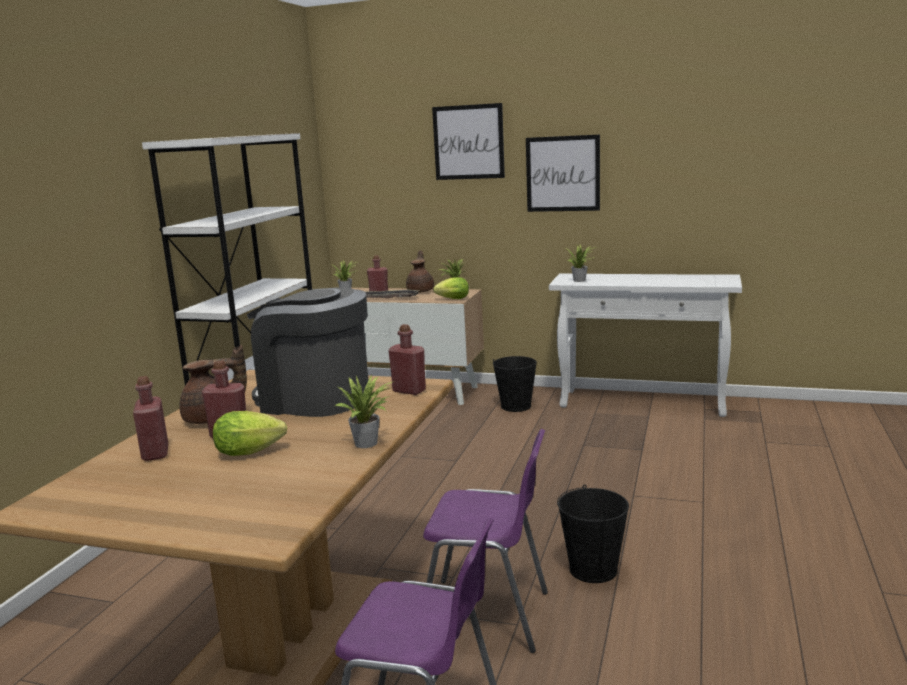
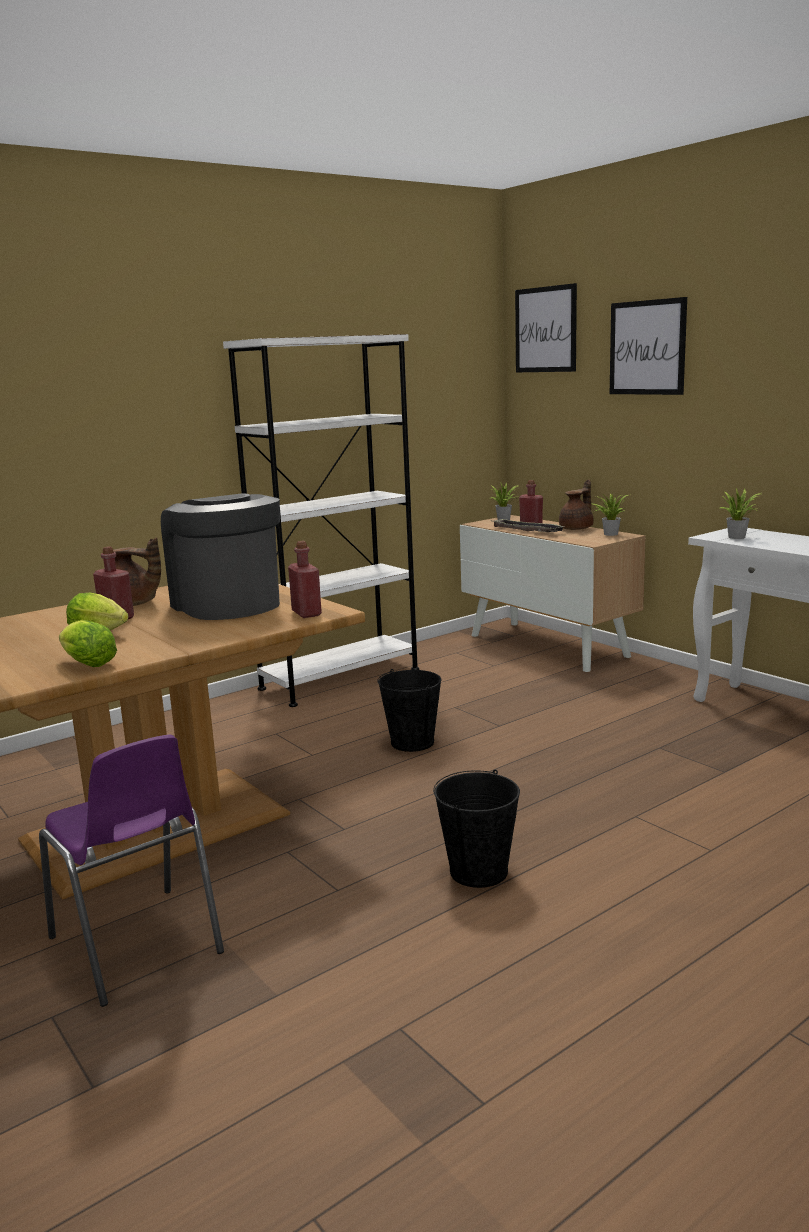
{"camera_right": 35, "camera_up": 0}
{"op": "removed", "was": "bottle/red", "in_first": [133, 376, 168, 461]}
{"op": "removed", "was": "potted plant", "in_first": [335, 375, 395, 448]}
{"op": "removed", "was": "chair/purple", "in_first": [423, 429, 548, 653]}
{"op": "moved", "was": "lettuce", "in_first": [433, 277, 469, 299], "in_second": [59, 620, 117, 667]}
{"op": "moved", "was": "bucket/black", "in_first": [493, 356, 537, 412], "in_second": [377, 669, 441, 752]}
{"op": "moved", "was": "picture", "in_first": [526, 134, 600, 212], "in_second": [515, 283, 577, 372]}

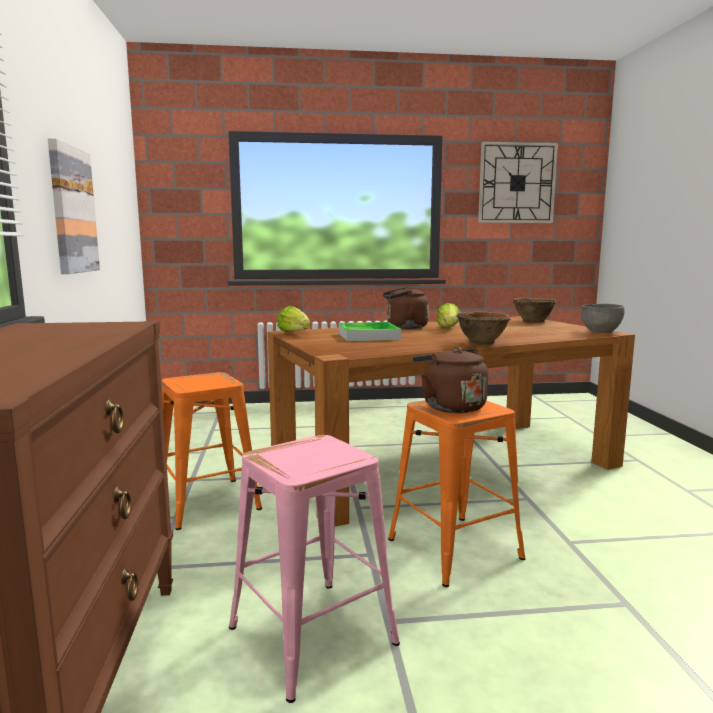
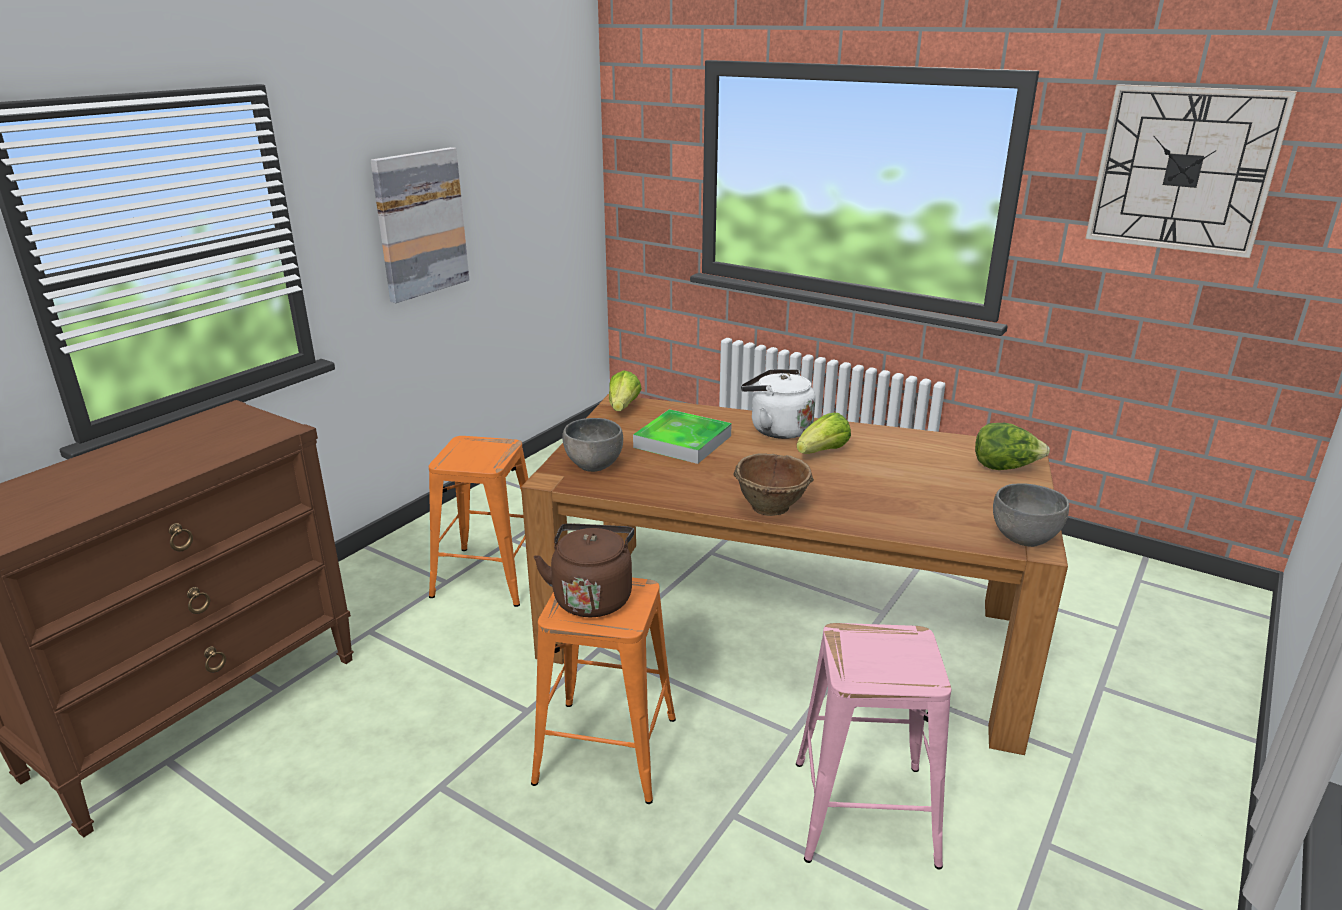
{"camera_right": 40, "camera_up": 15}
{"op": "moved", "was": "stool/pink", "in_first": [229, 435, 400, 703], "in_second": [796, 623, 951, 870]}
{"op": "recoloured", "was": "kettle/brown", "now": "kettle/white", "in_first": [383, 286, 429, 329], "in_second": [741, 369, 815, 439]}
{"op": "replaced", "was": "bowl/brown", "now": "lettuce", "in_first": [513, 298, 556, 323], "in_second": [975, 423, 1050, 470]}
{"op": "added", "now": "bowl/grey", "in_second": [562, 418, 623, 472]}

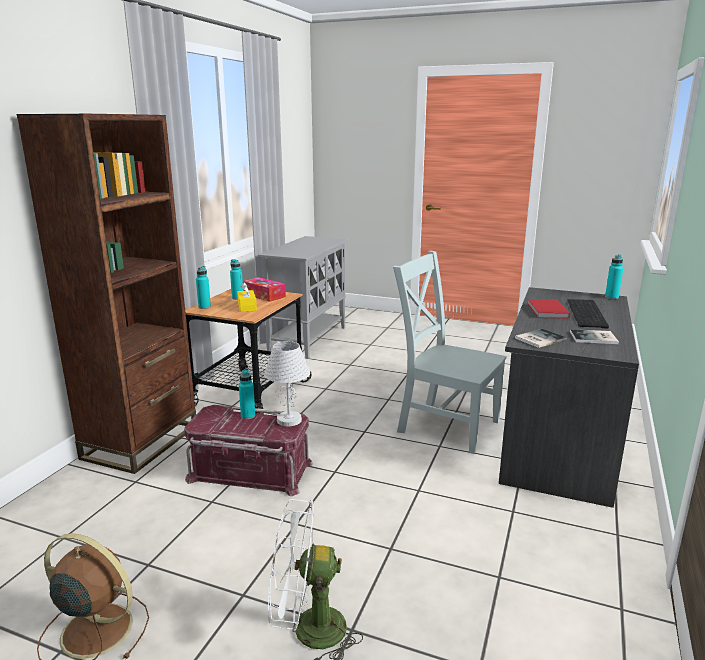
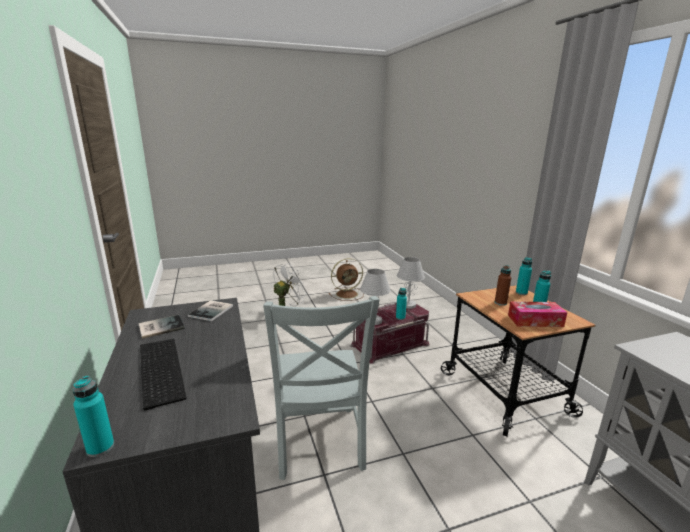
{"camera_right": 140, "camera_up": 0}
{"op": "removed", "was": "bookcase/brown", "in_first": [17, 113, 196, 474]}
{"op": "replaced", "was": "tissue box/yellow", "now": "bottle/brown", "in_first": [237, 282, 257, 312], "in_second": [495, 265, 511, 306]}
{"op": "turned", "was": "chair/grey", "in_first": [393, 251, 507, 454], "in_second": [263, 296, 380, 480], "clockwise": 90}
{"op": "removed", "was": "book/red", "in_first": [527, 299, 570, 319]}
{"op": "added", "now": "table lamp/white", "in_second": [397, 257, 425, 309]}

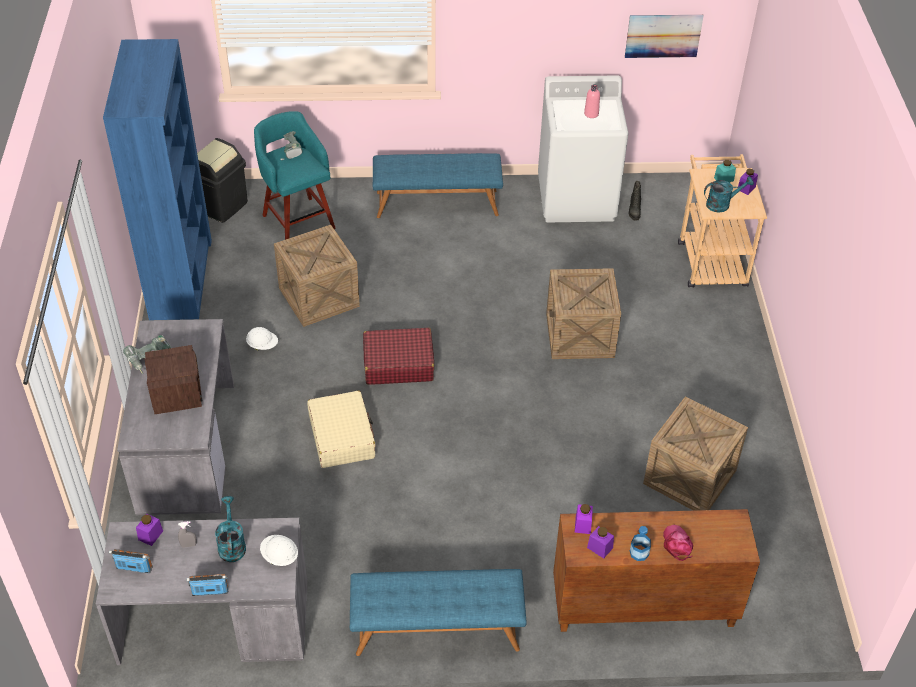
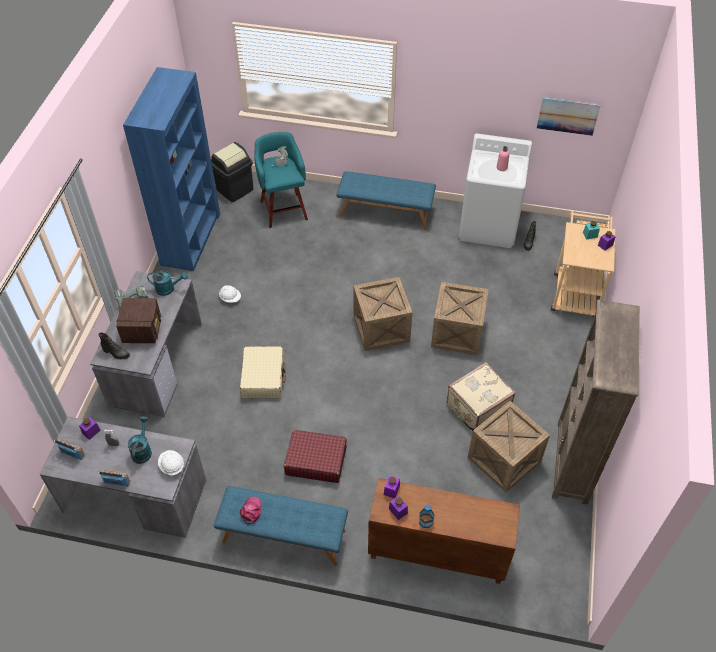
{"camera_right": 15, "camera_up": 5}
{"op": "moved", "was": "crate", "in_first": [274, 225, 360, 327], "in_second": [353, 277, 413, 351]}
{"op": "moved", "was": "suitcase/red", "in_first": [363, 328, 434, 385], "in_second": [284, 430, 347, 483]}
{"op": "moved", "was": "cap/pink", "in_first": [663, 525, 693, 561], "in_second": [240, 497, 261, 525]}
{"op": "moved", "was": "watering can/turquoise", "in_first": [704, 176, 754, 213], "in_second": [147, 271, 188, 296]}
{"op": "added", "now": "boot/black", "in_second": [98, 333, 130, 359]}
{"op": "added", "now": "suitcase/beige", "in_second": [446, 362, 516, 433]}
{"op": "added", "now": "bookcase/brown", "in_second": [552, 300, 640, 504]}

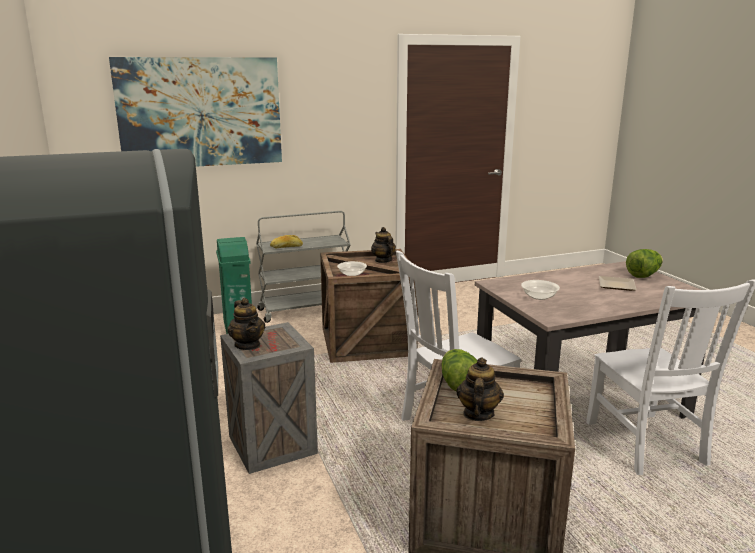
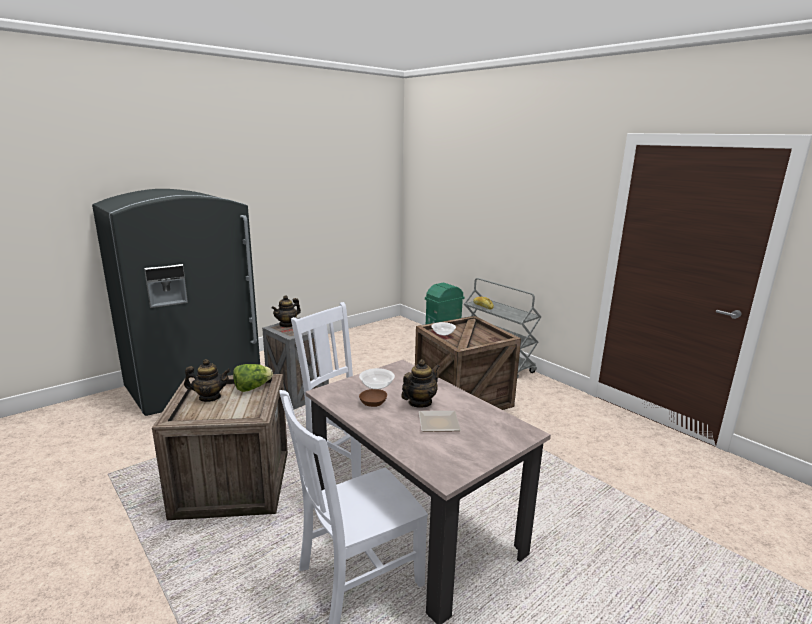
{"camera_right": 70, "camera_up": 0}
{"op": "removed", "was": "picture", "in_first": [109, 57, 282, 167]}
{"op": "moved", "was": "teapot", "in_first": [371, 227, 396, 263], "in_second": [401, 359, 440, 408]}
{"op": "removed", "was": "lettuce", "in_first": [626, 249, 663, 278]}
{"op": "added", "now": "bowl/brown", "in_second": [359, 389, 387, 407]}

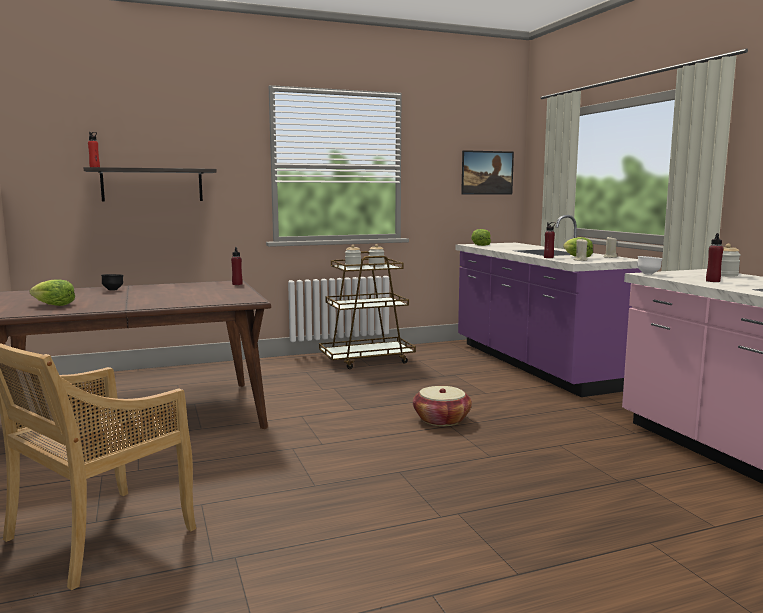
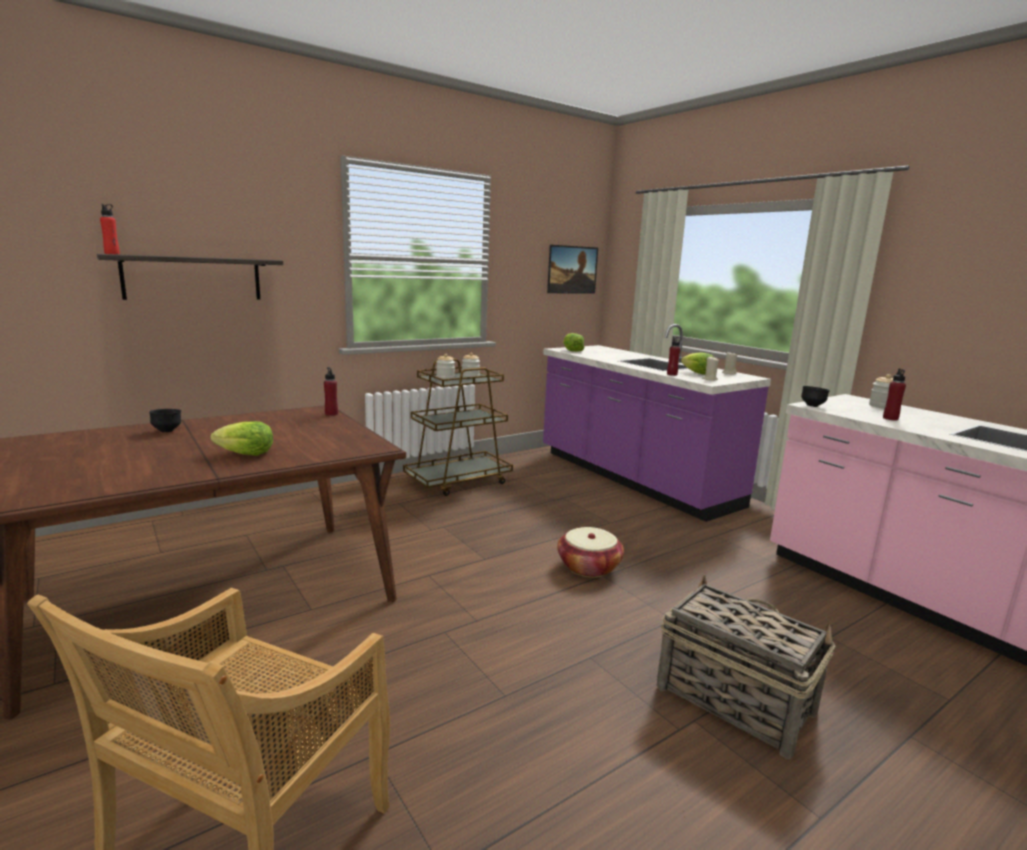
{"camera_right": -15, "camera_up": 5}
{"op": "moved", "was": "lettuce", "in_first": [30, 279, 75, 306], "in_second": [210, 421, 273, 456]}
{"op": "recoloured", "was": "bowl/white", "now": "bowl/black", "in_first": [637, 256, 663, 275], "in_second": [801, 386, 830, 407]}
{"op": "added", "now": "basket", "in_second": [657, 575, 835, 759]}

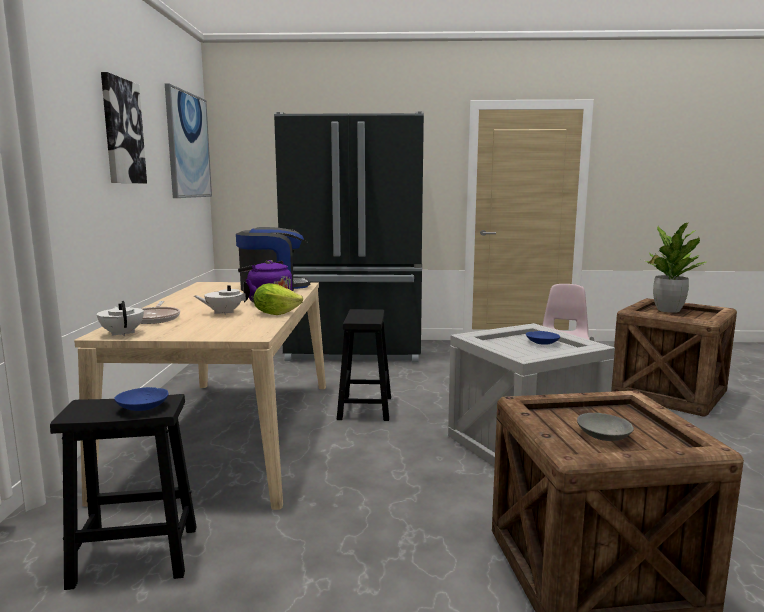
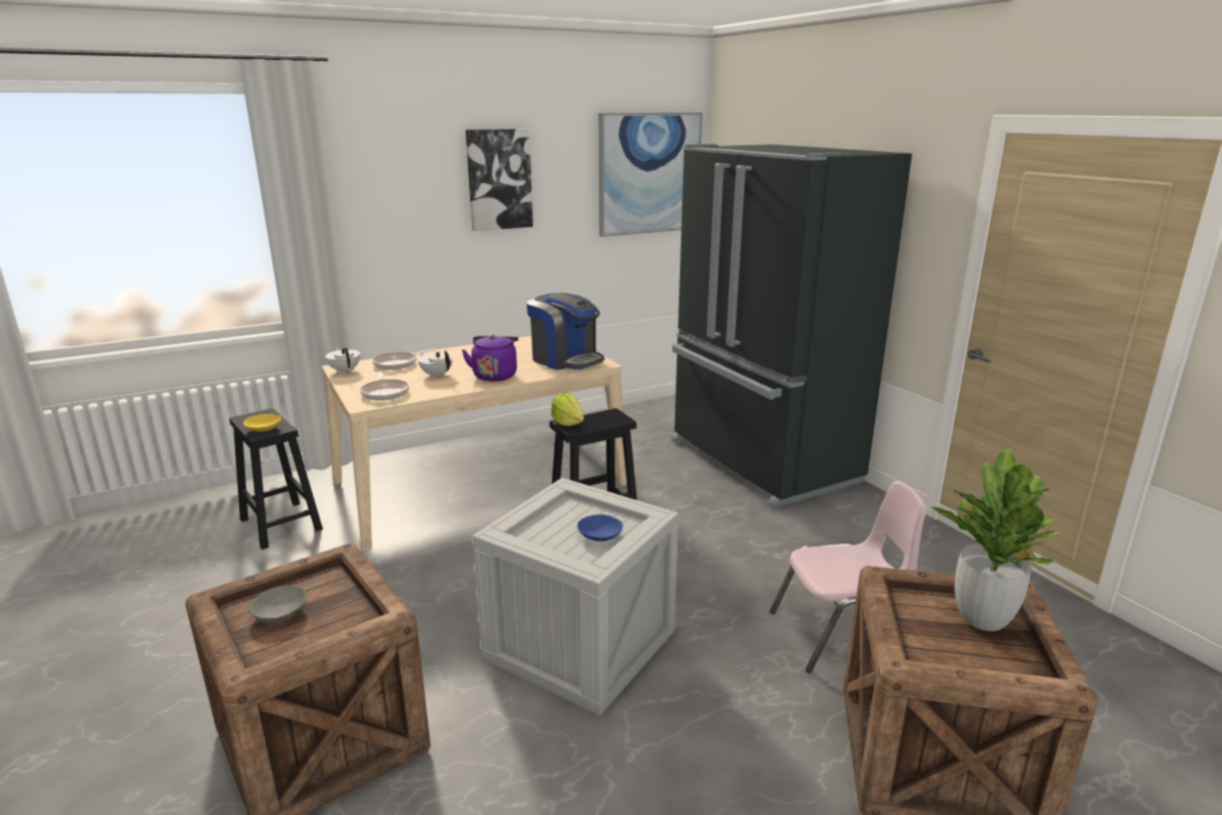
{"camera_right": 60, "camera_up": 10}
{"op": "turned", "was": "teapot/white", "in_first": [97, 301, 144, 336], "in_second": [325, 348, 360, 373], "clockwise": -60}
{"op": "recoloured", "was": "bowl/blue", "now": "bowl/yellow", "in_first": [114, 387, 168, 411], "in_second": [243, 414, 281, 432]}
{"op": "moved", "was": "lettuce", "in_first": [254, 283, 303, 315], "in_second": [551, 393, 584, 426]}
{"op": "added", "now": "frying pan", "in_second": [360, 371, 409, 401]}

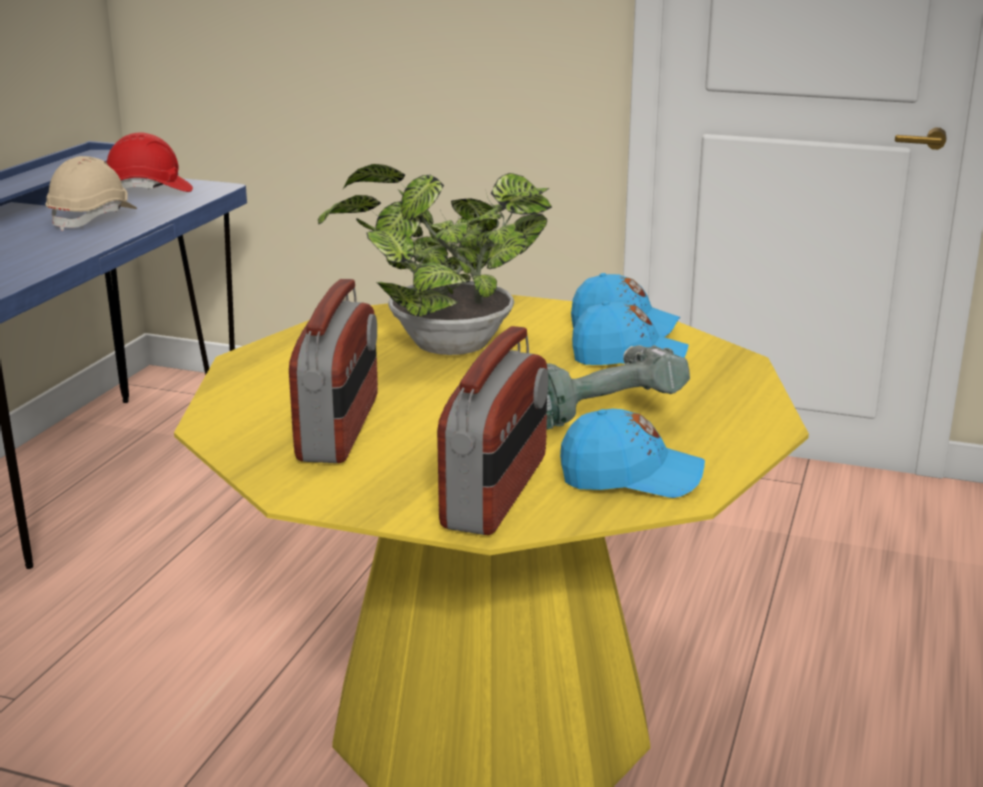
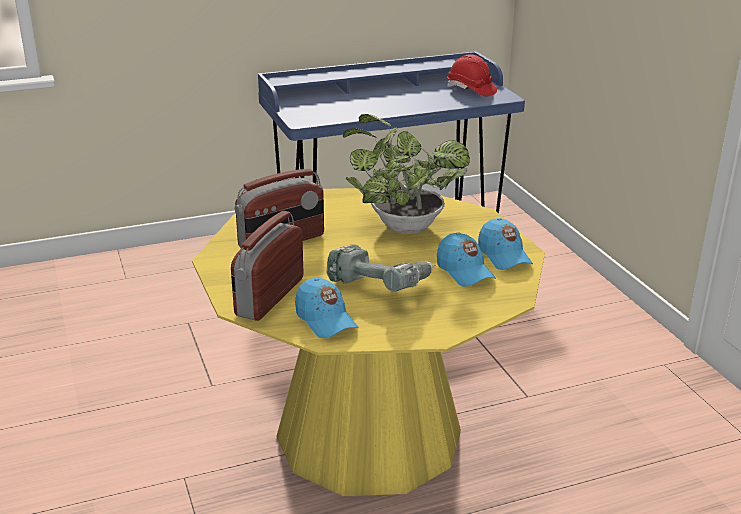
{"camera_right": 50, "camera_up": 5}
{"op": "removed", "was": "hard hat/beige", "in_first": [45, 156, 137, 231]}
{"op": "turned", "was": "radio", "in_first": [437, 326, 549, 535], "in_second": [231, 211, 304, 321], "clockwise": 135}

